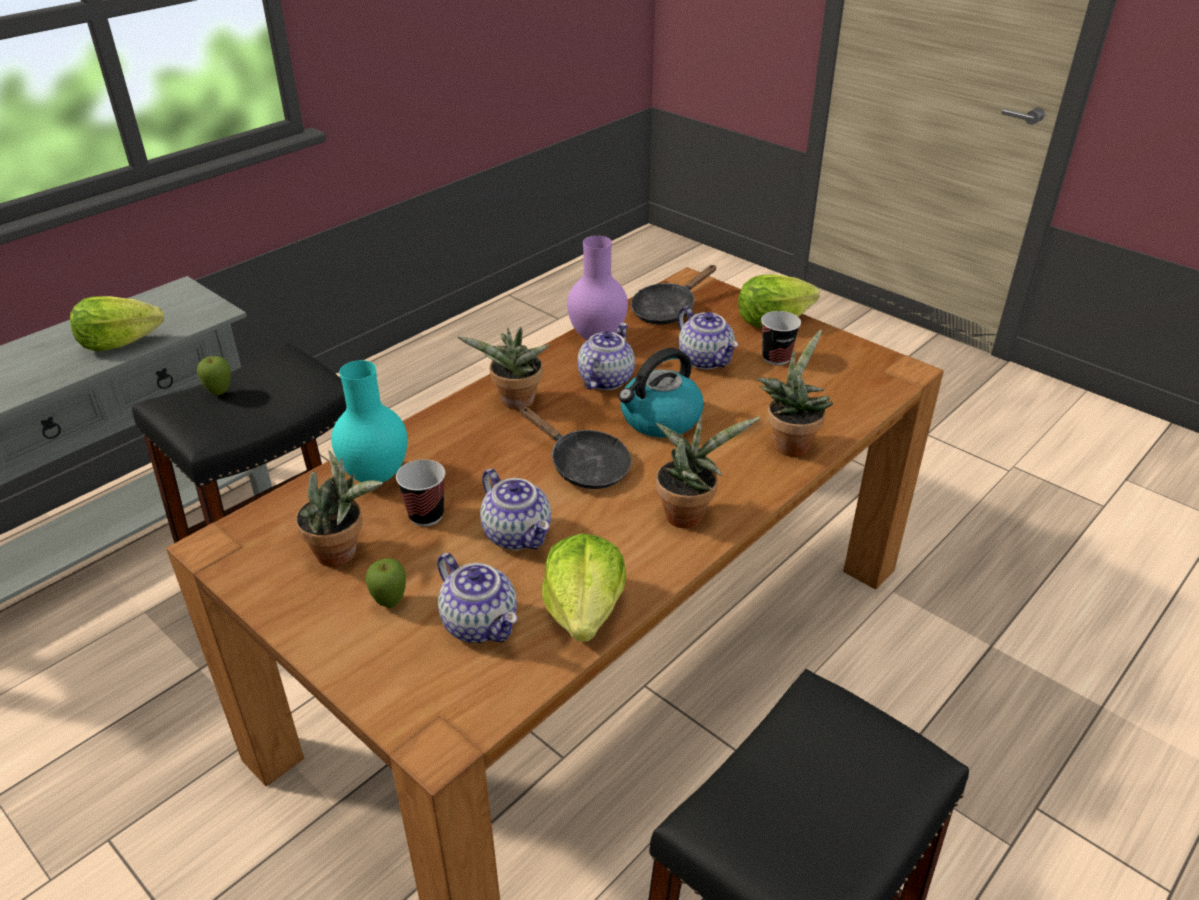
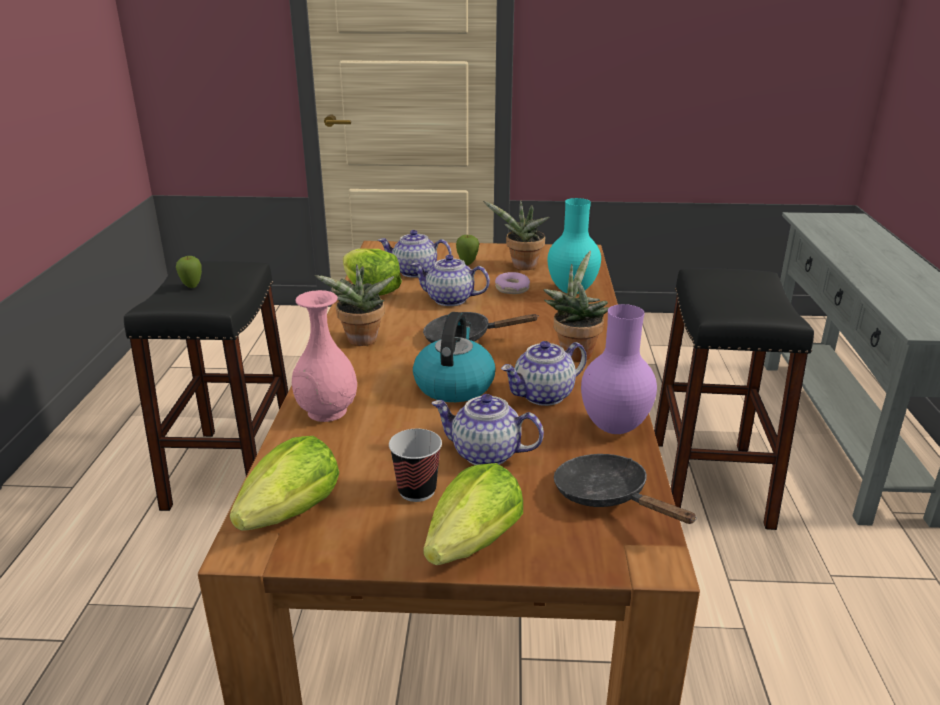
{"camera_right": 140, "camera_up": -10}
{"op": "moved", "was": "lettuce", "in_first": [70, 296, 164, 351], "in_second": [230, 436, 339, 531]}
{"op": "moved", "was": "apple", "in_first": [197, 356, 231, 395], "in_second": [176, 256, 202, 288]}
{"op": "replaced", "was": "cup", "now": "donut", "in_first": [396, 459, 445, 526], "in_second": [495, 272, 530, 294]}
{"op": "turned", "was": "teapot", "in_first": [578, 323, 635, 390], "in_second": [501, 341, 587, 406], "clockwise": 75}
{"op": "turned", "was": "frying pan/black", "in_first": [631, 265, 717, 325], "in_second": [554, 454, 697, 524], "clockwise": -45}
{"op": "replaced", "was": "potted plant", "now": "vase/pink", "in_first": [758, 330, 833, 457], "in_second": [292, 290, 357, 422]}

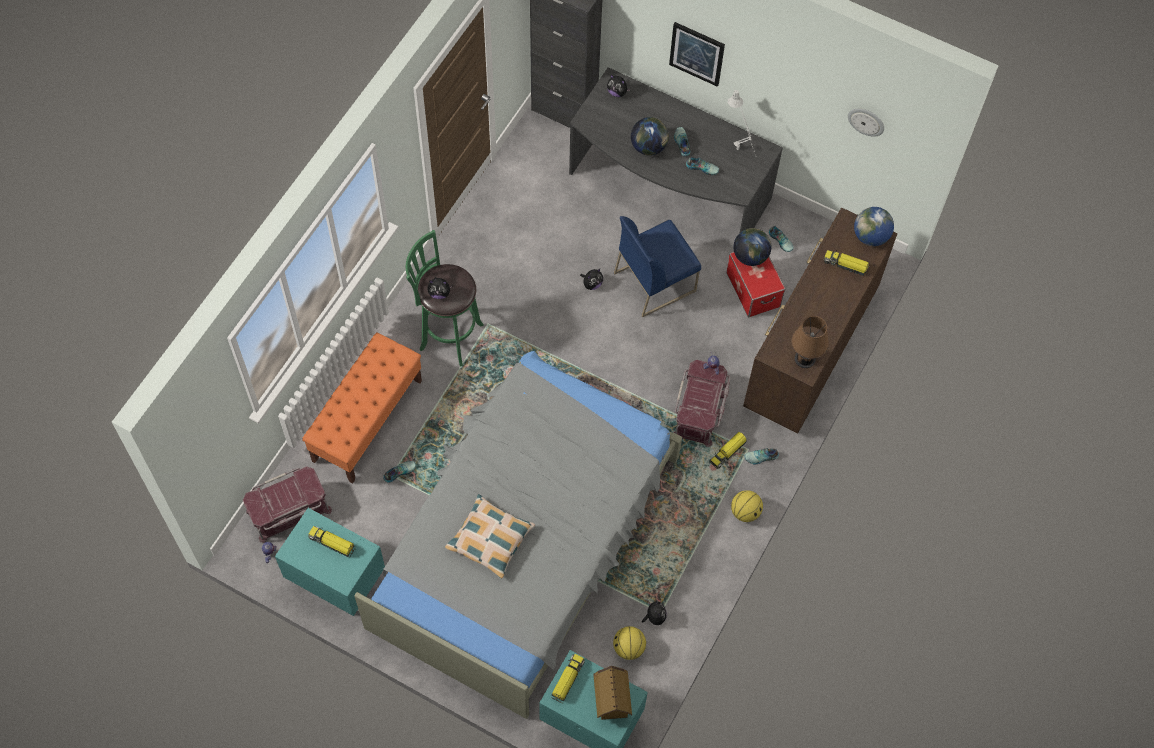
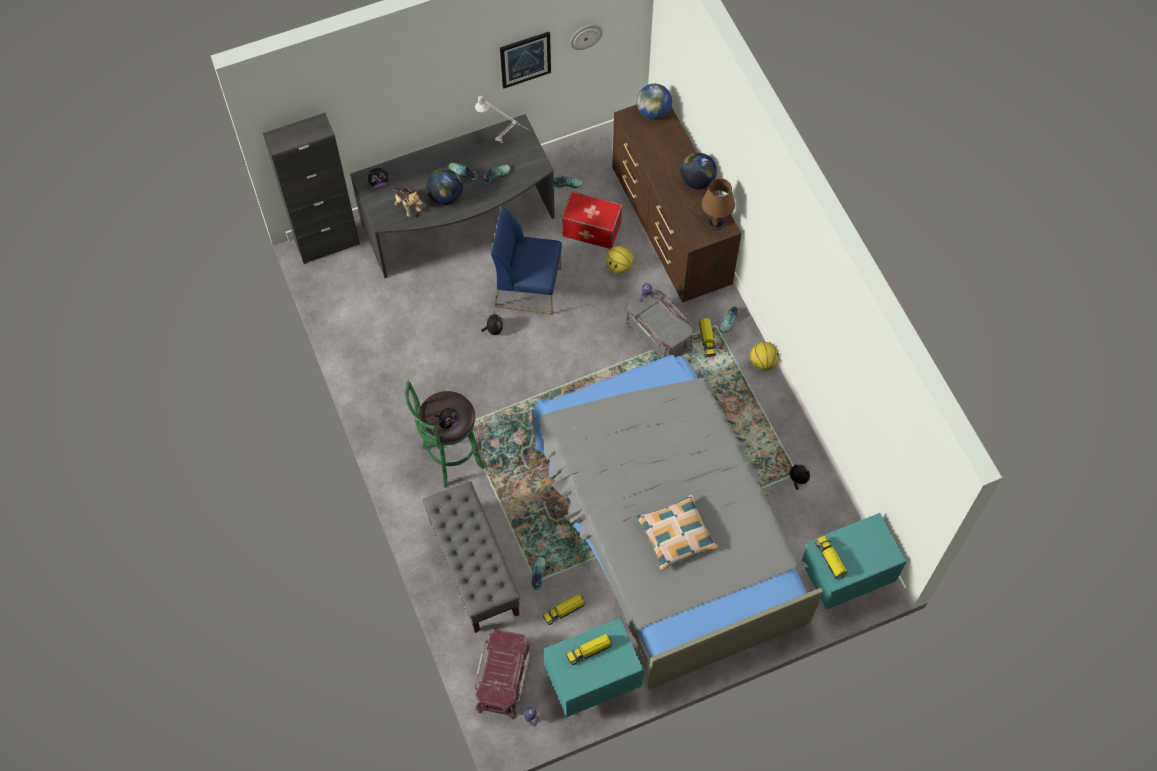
{"camera_right": -50, "camera_up": 0}
{"op": "recoloured", "was": "bench/orange", "now": "bench/grey", "in_first": [302, 332, 422, 483], "in_second": [423, 481, 520, 633]}
{"op": "removed", "was": "toy house", "in_first": [593, 666, 632, 720]}
{"op": "moved", "was": "basketball", "in_first": [613, 626, 646, 660], "in_second": [606, 246, 634, 274]}
{"op": "turned", "was": "chair/blue", "in_first": [614, 216, 701, 317], "in_second": [491, 207, 562, 315], "clockwise": 90}
{"op": "moved", "was": "picture", "in_first": [669, 22, 725, 87], "in_second": [500, 32, 551, 89]}
{"op": "recoloured", "was": "storage box/red", "now": "storage box/grey", "in_first": [674, 360, 730, 447], "in_second": [624, 288, 693, 358]}
{"op": "moved", "was": "globe", "in_first": [734, 228, 771, 266], "in_second": [680, 153, 717, 190]}
{"op": "moved", "was": "toy truck", "in_first": [823, 250, 869, 276], "in_second": [543, 594, 586, 625]}
{"op": "added", "now": "plush toy", "in_second": [391, 188, 422, 217]}

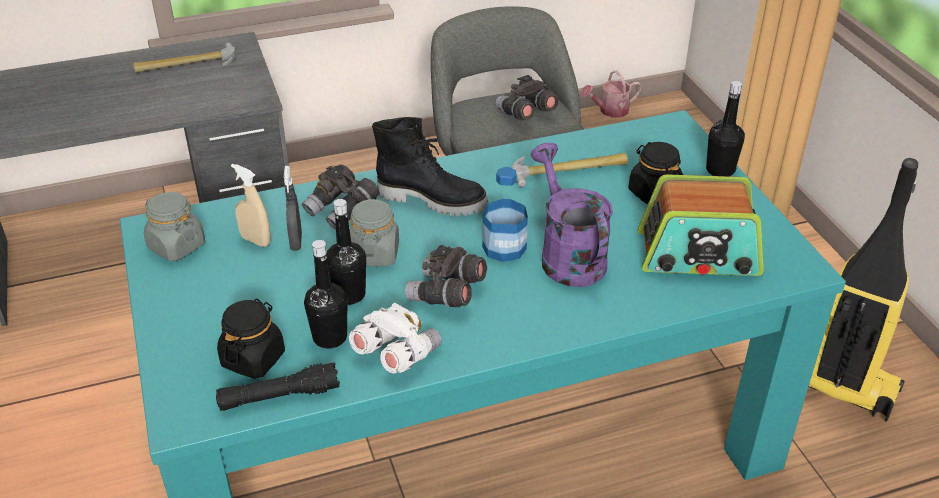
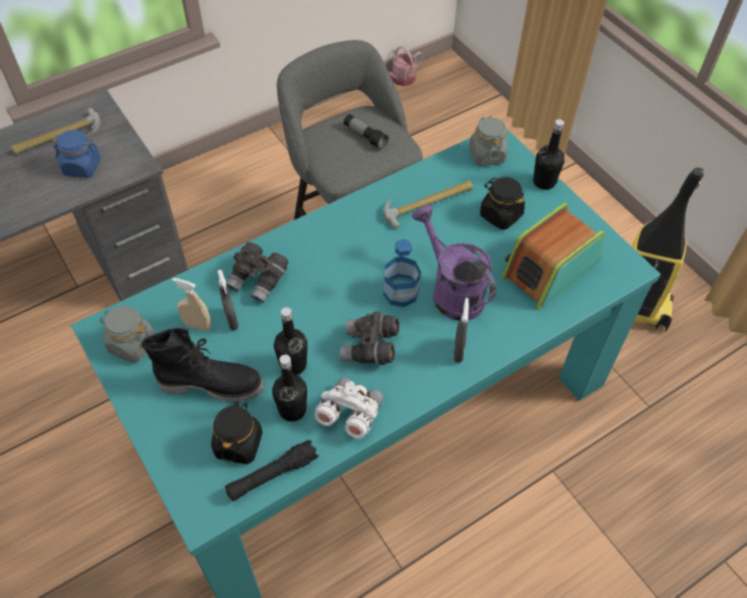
{"camera_right": -15, "camera_up": 15}
{"op": "moved", "was": "jar/grey", "in_first": [350, 199, 399, 266], "in_second": [469, 116, 508, 166]}
{"op": "moved", "was": "boot/black", "in_first": [372, 117, 488, 216], "in_second": [141, 328, 265, 403]}
{"op": "replaced", "was": "binoculars/grey", "now": "flashlight", "in_first": [495, 75, 559, 121], "in_second": [344, 114, 389, 149]}
{"op": "turned", "was": "radio", "in_first": [638, 175, 764, 276], "in_second": [502, 203, 605, 309], "clockwise": 150}
{"op": "added", "now": "jar/blue", "in_second": [53, 130, 101, 178]}
{"op": "added", "now": "spray bottle/grey", "in_second": [453, 298, 469, 363]}

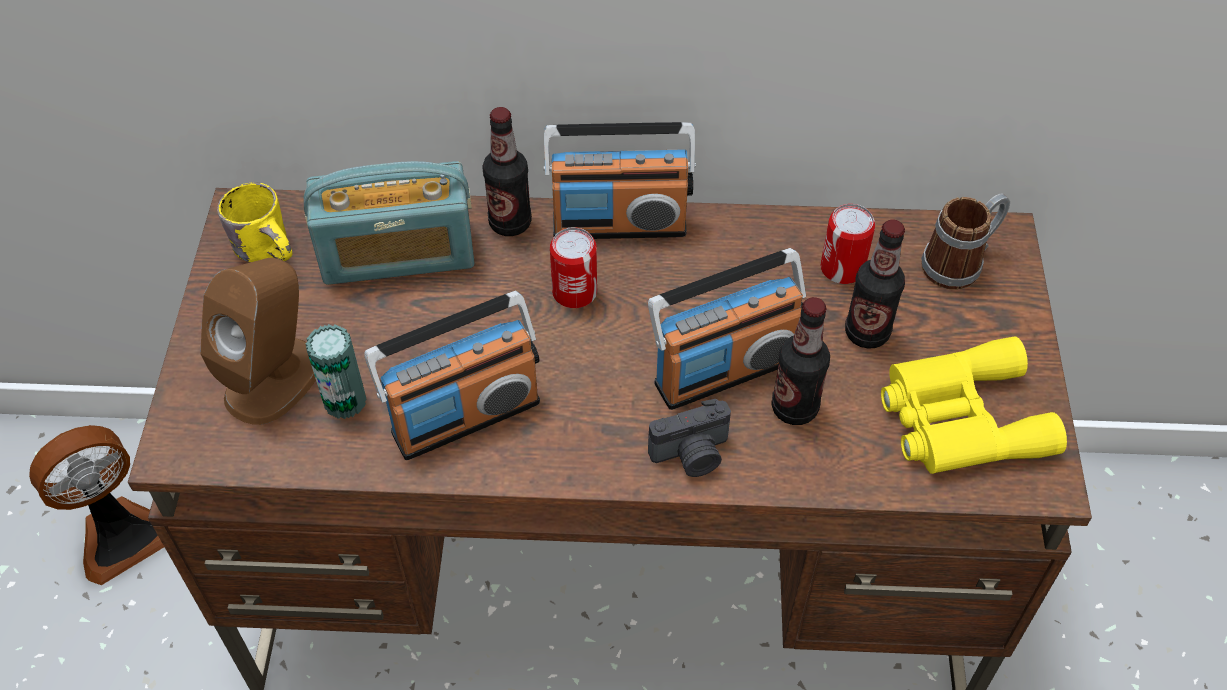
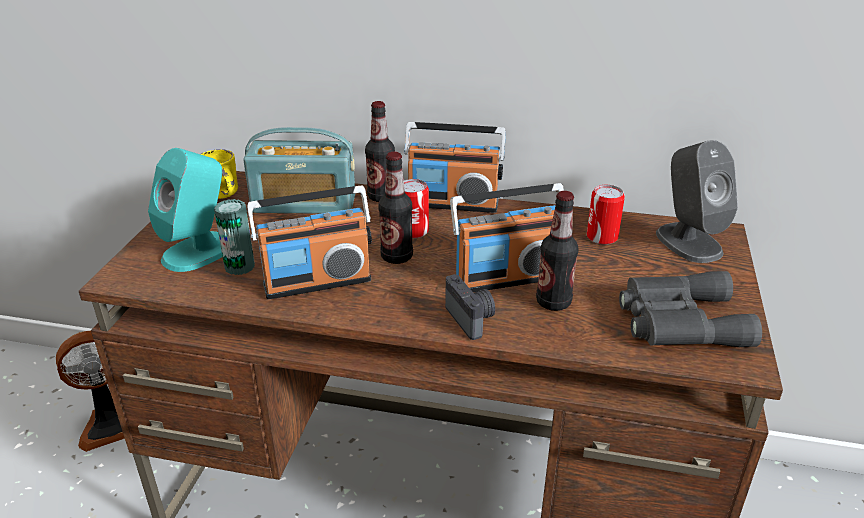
{"camera_right": 10, "camera_up": -20}
{"op": "recoloured", "was": "speaker/brown", "now": "speaker/turquoise", "in_first": [200, 258, 316, 425], "in_second": [148, 148, 223, 272]}
{"op": "turned", "was": "photo camera", "in_first": [648, 399, 731, 477], "in_second": [445, 274, 495, 340], "clockwise": -105}
{"op": "moved", "was": "bottle", "in_first": [845, 220, 905, 349], "in_second": [378, 152, 413, 264]}
{"op": "recoloured", "was": "binoculars/yellow", "now": "binoculars/grey", "in_first": [881, 337, 1067, 474], "in_second": [619, 271, 762, 347]}
{"op": "replaced", "was": "mug", "now": "speaker/grey", "in_first": [921, 194, 1010, 290], "in_second": [656, 140, 738, 263]}

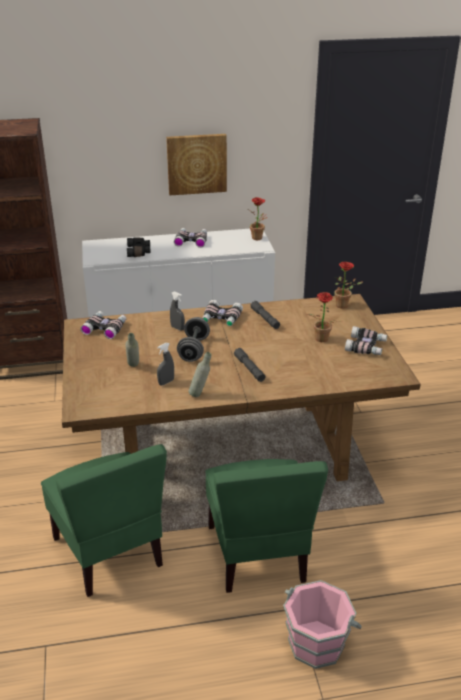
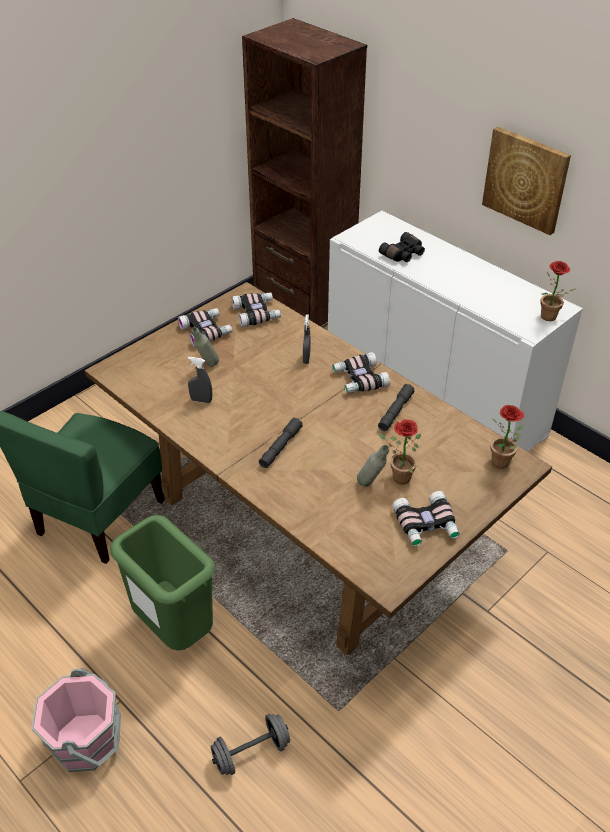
{"camera_right": 55, "camera_up": 10}
{"op": "moved", "was": "binoculars", "in_first": [174, 228, 207, 248], "in_second": [178, 308, 232, 347]}
{"op": "moved", "was": "dumbbell/grey", "in_first": [177, 317, 210, 362], "in_second": [211, 714, 290, 775]}
{"op": "moved", "was": "bottle/grey", "in_first": [189, 352, 211, 397], "in_second": [357, 445, 389, 487]}
{"op": "replaced", "was": "chair/green", "now": "trash can/green", "in_first": [205, 459, 328, 593], "in_second": [110, 515, 215, 651]}

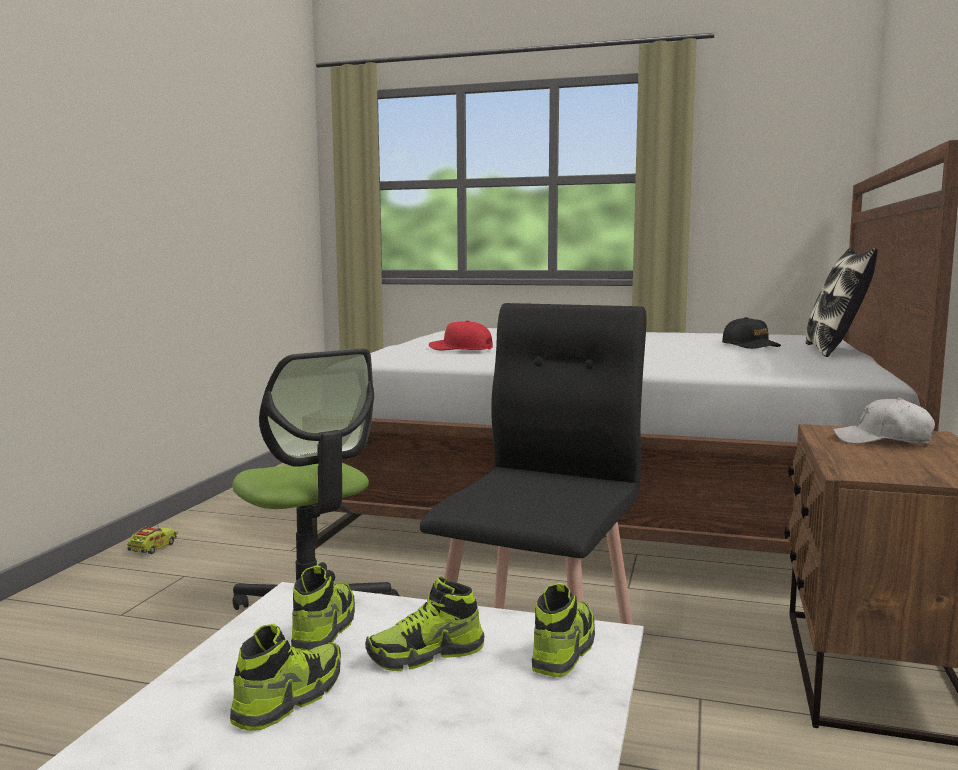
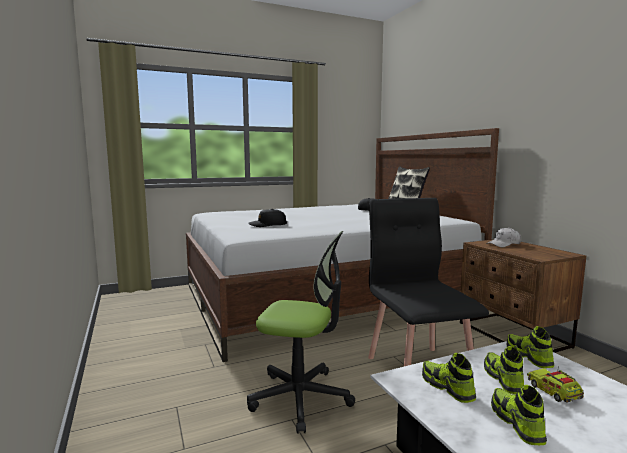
{"camera_right": -40, "camera_up": 0}
{"op": "moved", "was": "toy truck", "in_first": [127, 526, 178, 554], "in_second": [527, 366, 584, 403]}
{"op": "turned", "was": "shoe", "in_first": [365, 577, 484, 671], "in_second": [484, 346, 524, 394], "clockwise": 150}
{"op": "recoloured", "was": "cap/red", "now": "cap/black", "in_first": [429, 320, 493, 350], "in_second": [248, 209, 287, 227]}

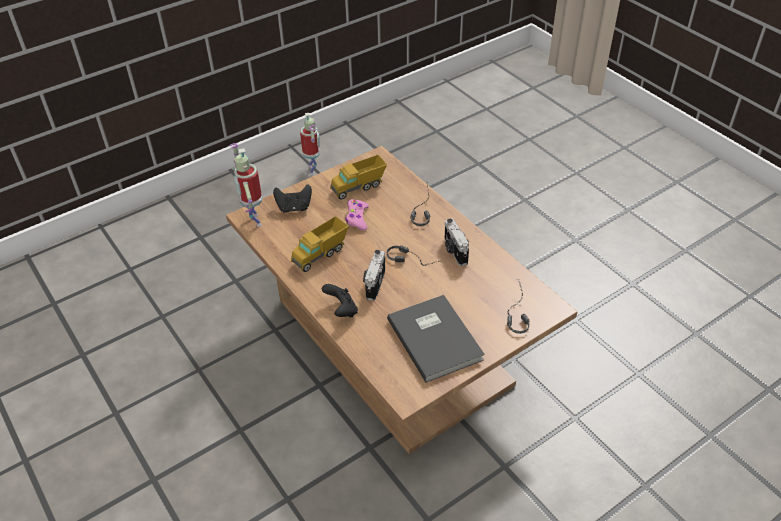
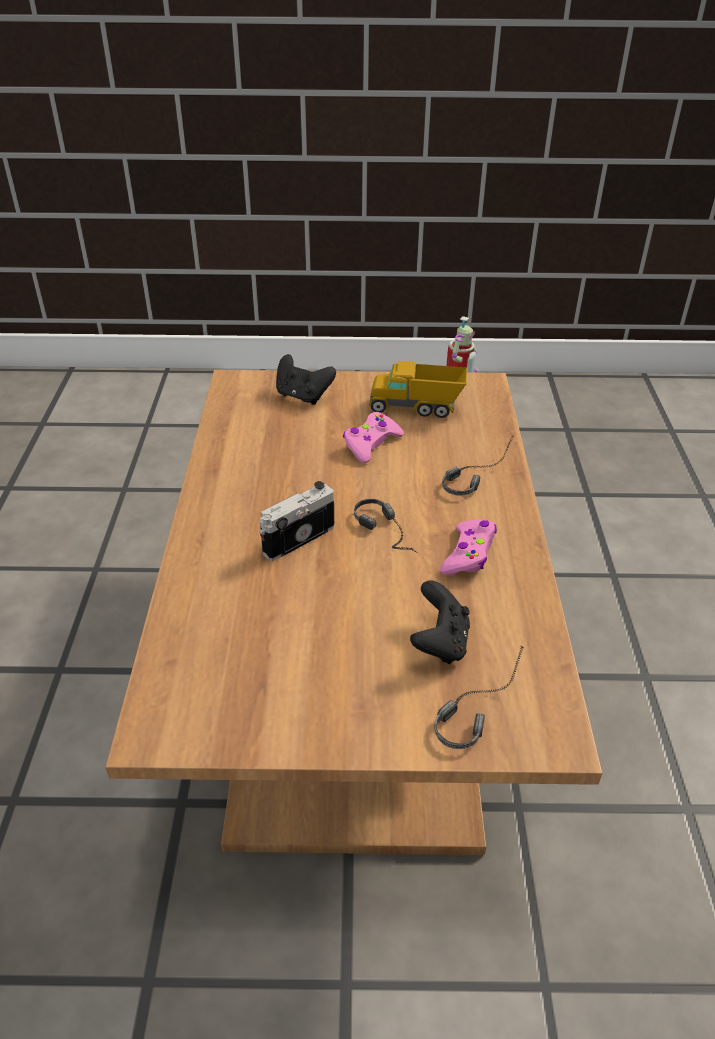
{"camera_right": 35, "camera_up": -5}
{"op": "removed", "was": "toy robot", "in_first": [229, 143, 262, 227]}
{"op": "removed", "was": "toy truck", "in_first": [291, 216, 349, 272]}
{"op": "moved", "was": "game controller/black", "in_first": [322, 284, 358, 317], "in_second": [410, 580, 470, 664]}
{"op": "removed", "was": "book/grey", "in_first": [387, 295, 485, 383]}
{"op": "replaced", "was": "photo camera", "now": "game controller/pink", "in_first": [444, 219, 469, 266], "in_second": [440, 520, 497, 575]}

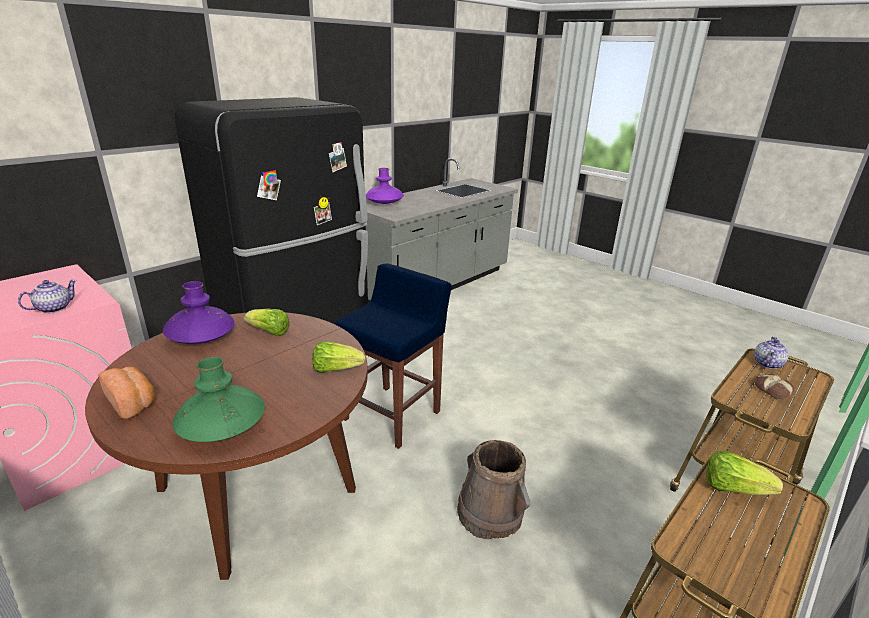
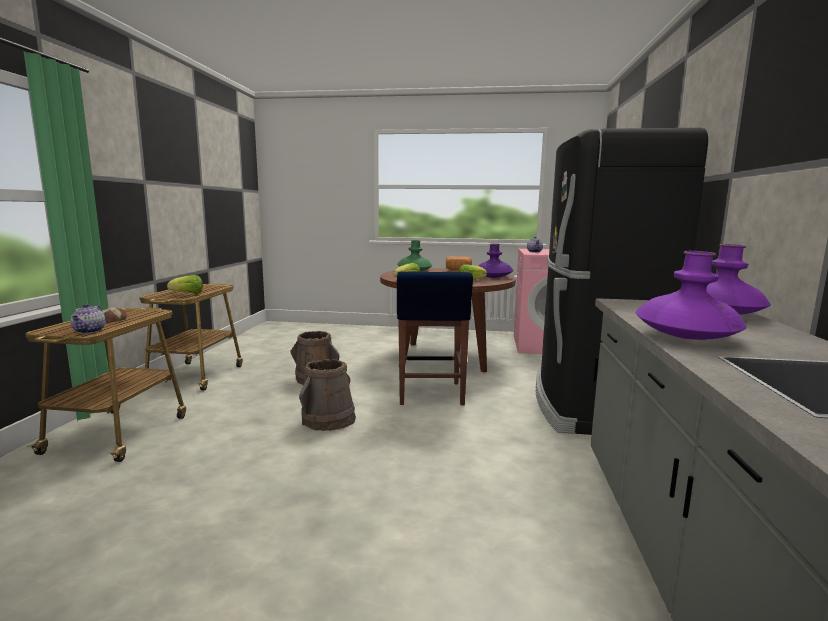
{"camera_right": 145, "camera_up": -15}
{"op": "added", "now": "bucket/brown", "in_second": [299, 359, 356, 431]}
{"op": "added", "now": "vase/purple", "in_second": [636, 251, 747, 340]}

